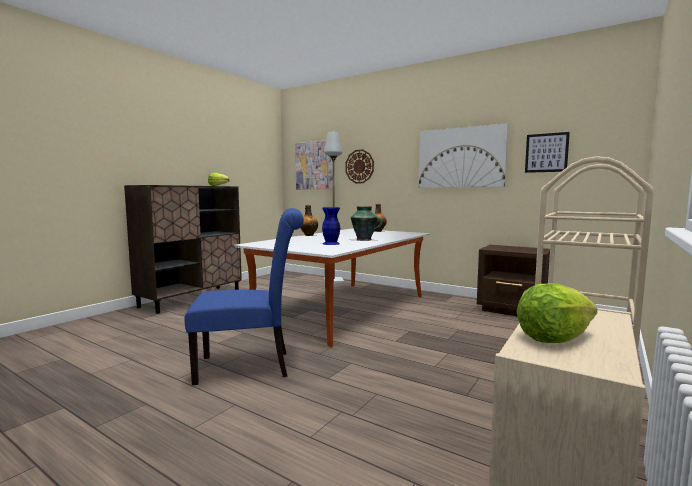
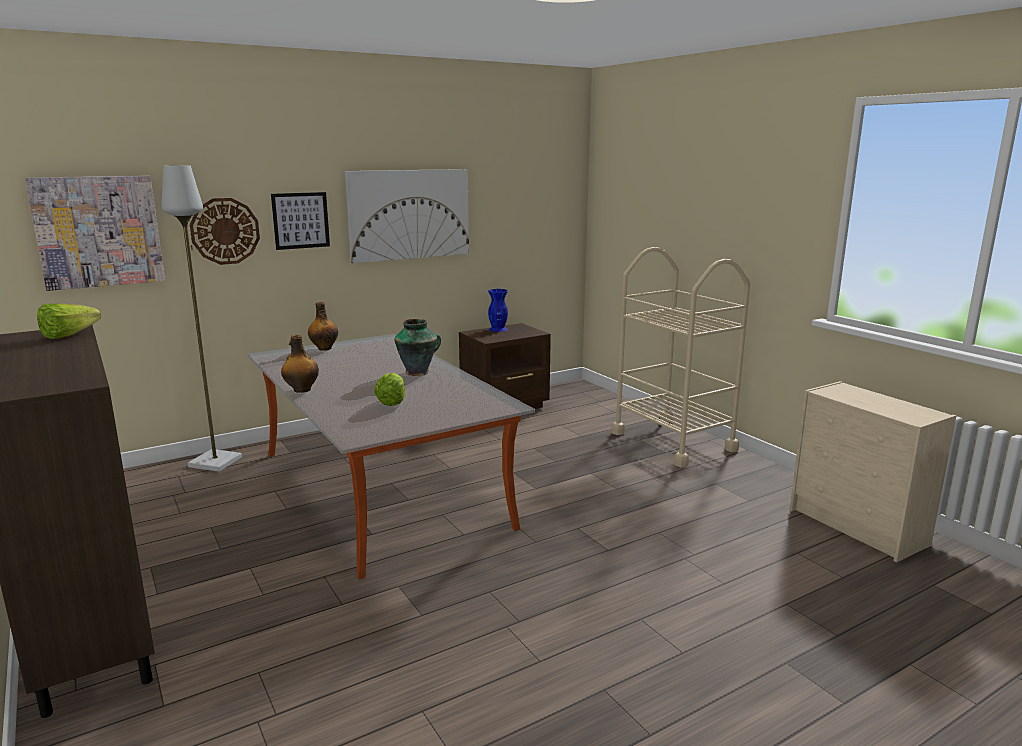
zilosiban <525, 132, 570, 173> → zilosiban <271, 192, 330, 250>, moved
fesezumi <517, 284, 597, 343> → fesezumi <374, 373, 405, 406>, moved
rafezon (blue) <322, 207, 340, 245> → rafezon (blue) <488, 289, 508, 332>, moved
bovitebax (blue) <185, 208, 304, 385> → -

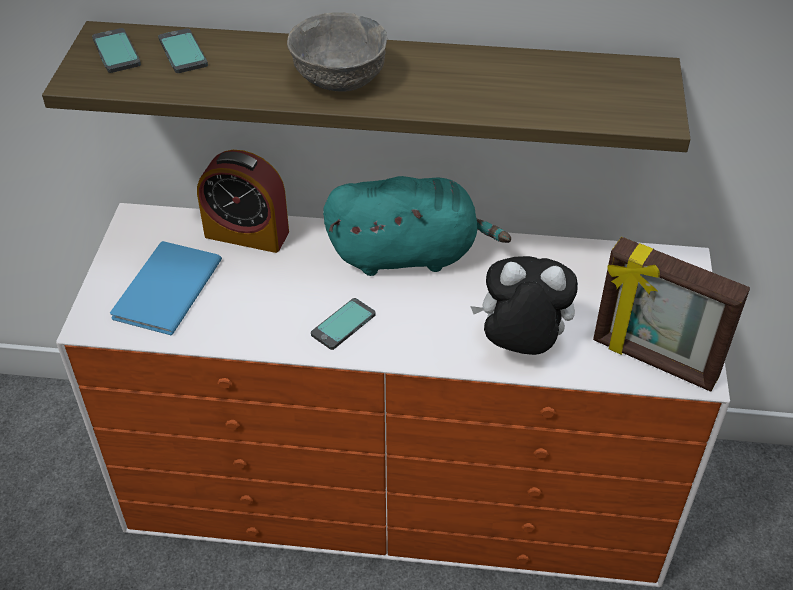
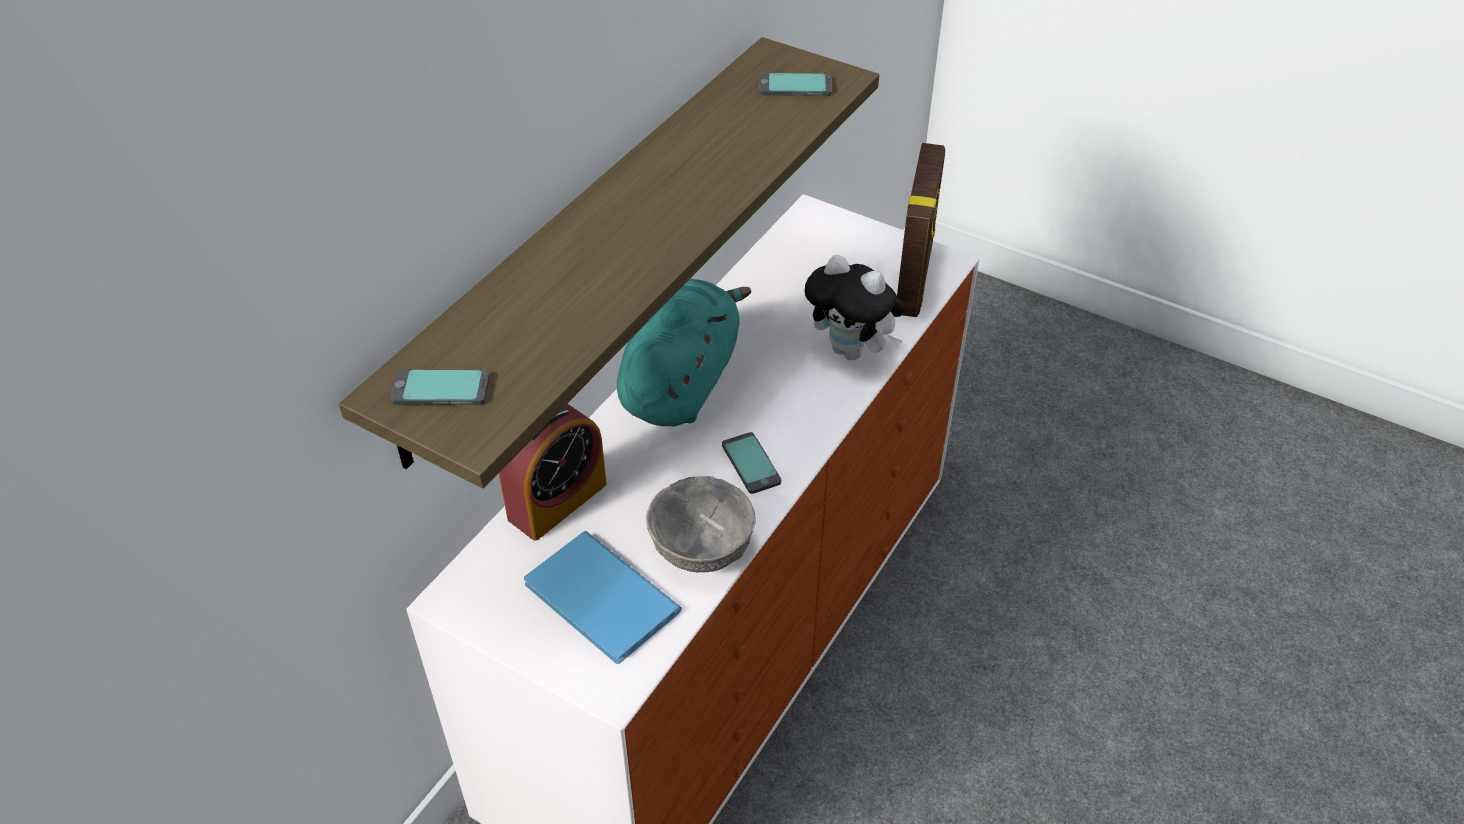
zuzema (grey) <287, 12, 387, 92> → zuzema (grey) <646, 476, 756, 572>, moved
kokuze <158, 28, 208, 73> → kokuze <759, 73, 832, 96>, moved
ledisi <470, 256, 578, 355> → ledisi <805, 254, 905, 360>, 90 degrees counterclockwise
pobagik <593, 237, 750, 392> → pobagik <897, 143, 945, 317>, 45 degrees counterclockwise

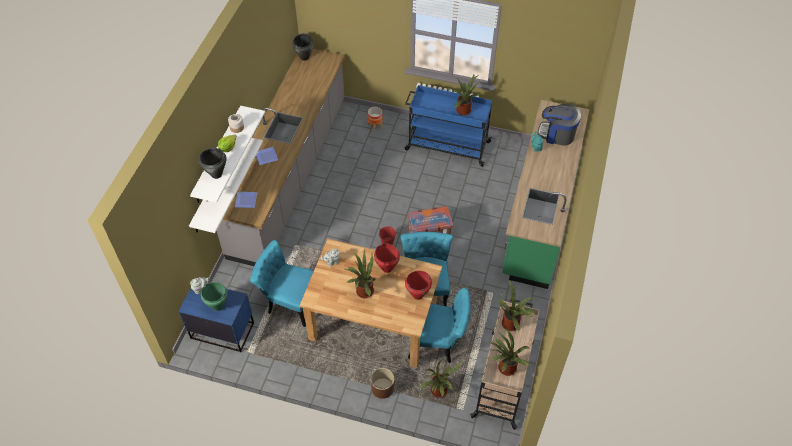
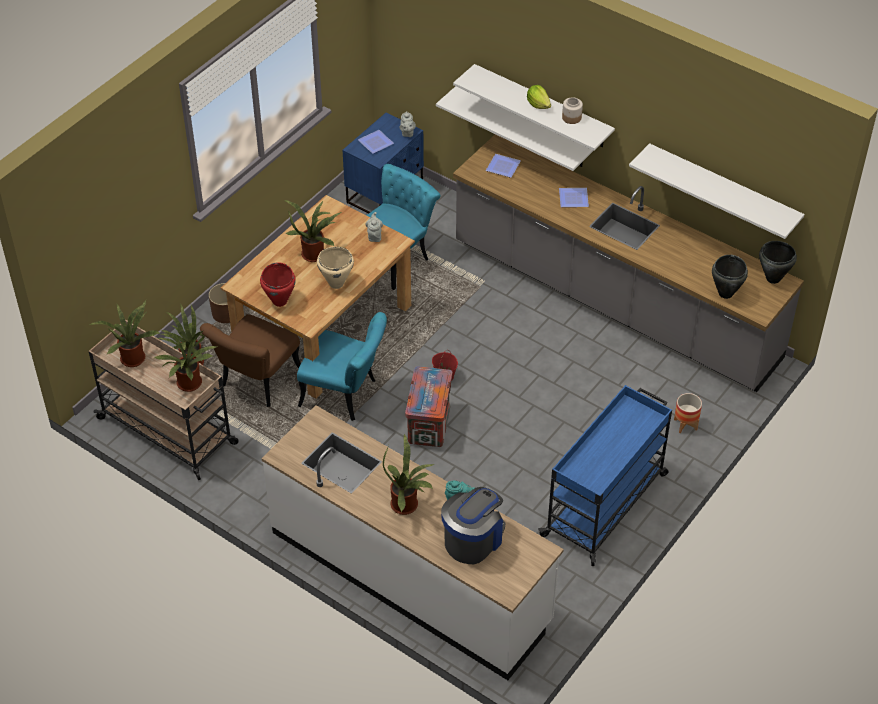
bovitebax (turquoise) <408, 288, 471, 363> → bovitebax (brown) <200, 314, 301, 407>
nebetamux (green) <502, 100, 590, 289> → nebetamux (white) <261, 405, 564, 680>
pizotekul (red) <374, 243, 400, 273> → pizotekul (beige) <317, 247, 354, 289>
pizotekul (green) <201, 282, 228, 311> → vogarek <358, 130, 394, 154>
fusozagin <447, 75, 482, 116> → fusozagin <383, 434, 436, 515>, moved
- → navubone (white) <629, 143, 804, 239>
pizotekul (black) <199, 148, 226, 179> → pizotekul (black) <712, 255, 748, 299>, moved

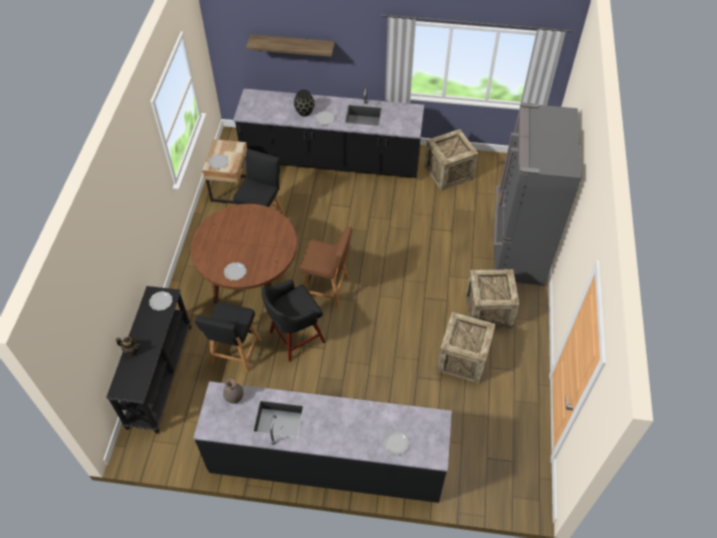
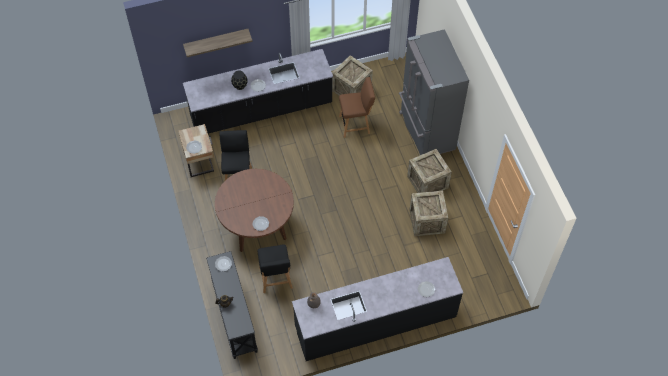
bovitebax (brown) <300, 227, 352, 307> → bovitebax (brown) <339, 77, 375, 138>, moved
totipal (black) <262, 280, 325, 362> → -

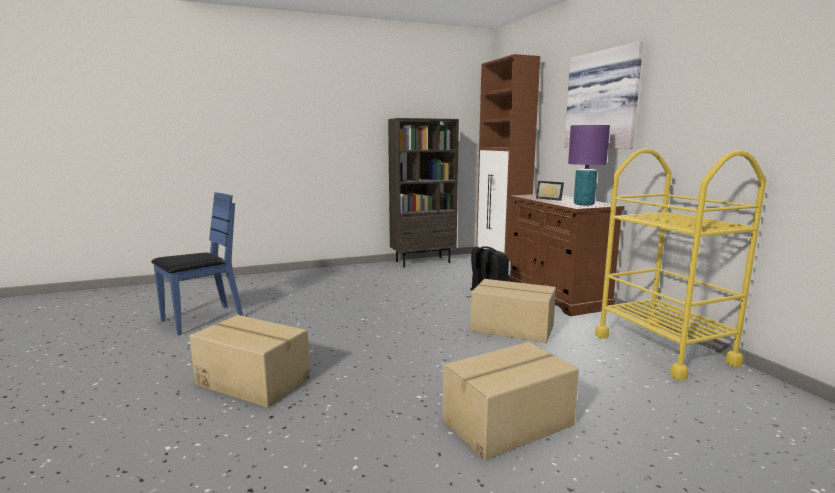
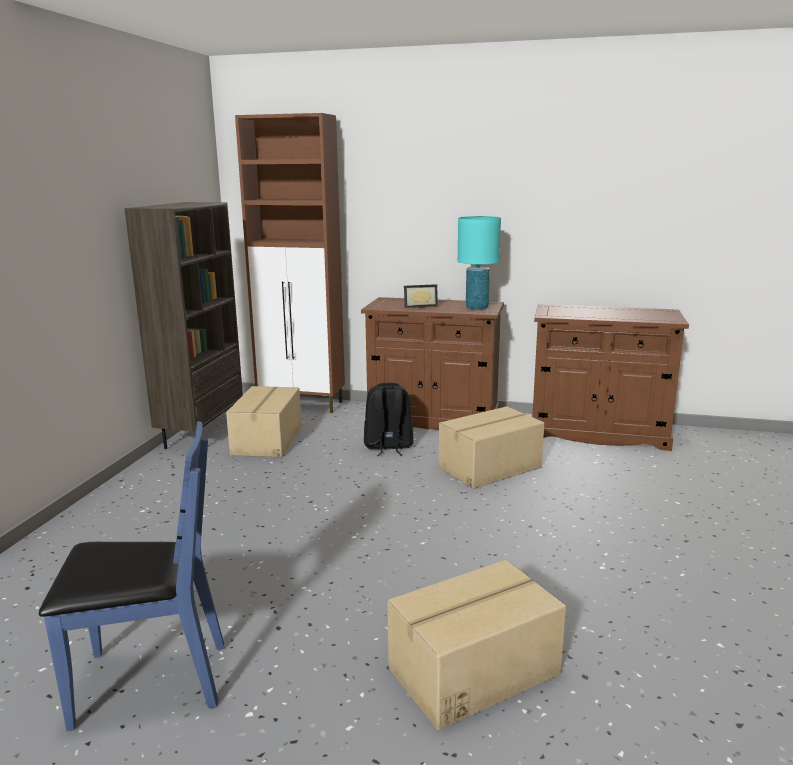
bovitebax (blue) <151, 192, 243, 336> → bovitebax (blue) <39, 421, 224, 731>, 90 degrees clockwise
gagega <442, 342, 579, 460> → gagega <226, 386, 301, 457>, moved
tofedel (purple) <568, 125, 610, 206> → tofedel (turquoise) <458, 216, 501, 310>
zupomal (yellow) <595, 148, 766, 381> → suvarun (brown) <531, 304, 689, 451>
zilosiban <564, 41, 643, 149> → -

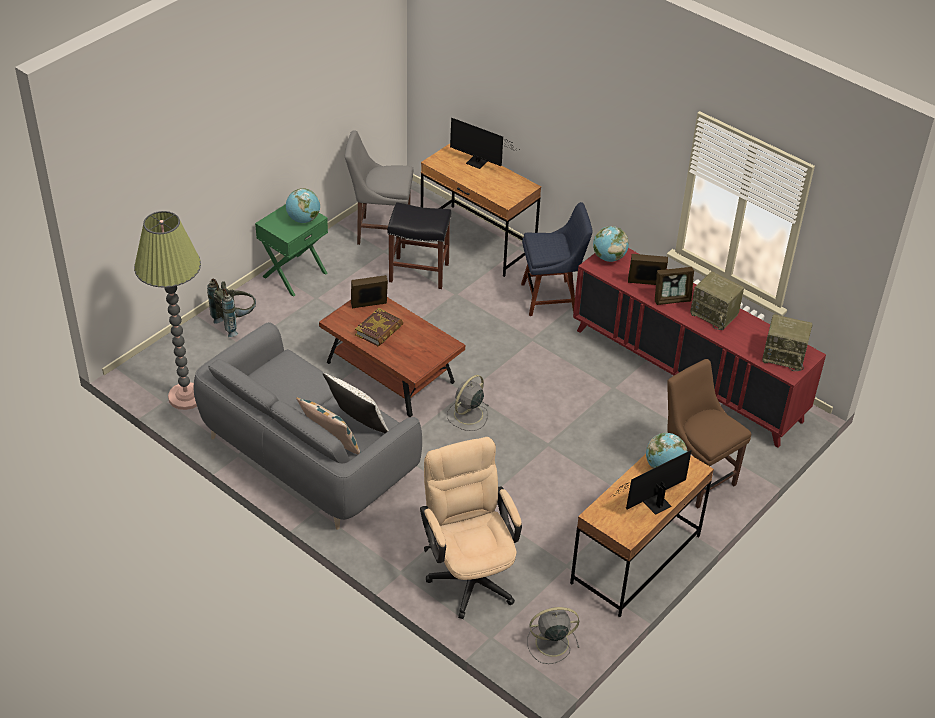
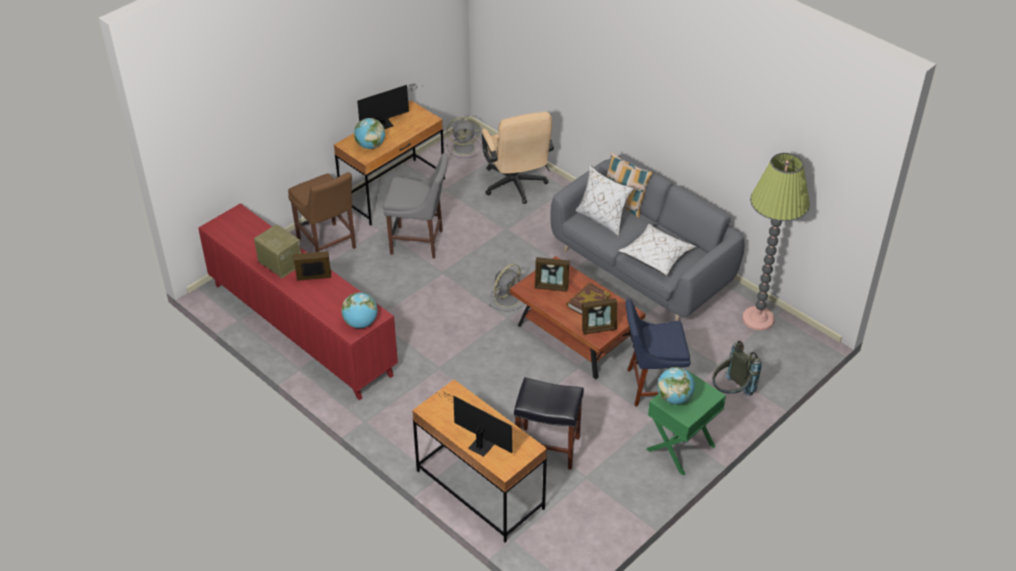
bovitebax (grey) <345, 130, 414, 248> → bovitebax (grey) <383, 153, 449, 259>, moved
pobagik <628, 254, 668, 285> → pobagik <535, 257, 570, 292>, moved
- → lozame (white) <619, 224, 696, 276>
bovitebax (blue) <521, 202, 593, 316> → bovitebax (blue) <626, 299, 691, 407>, moved
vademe <762, 314, 812, 371> → -

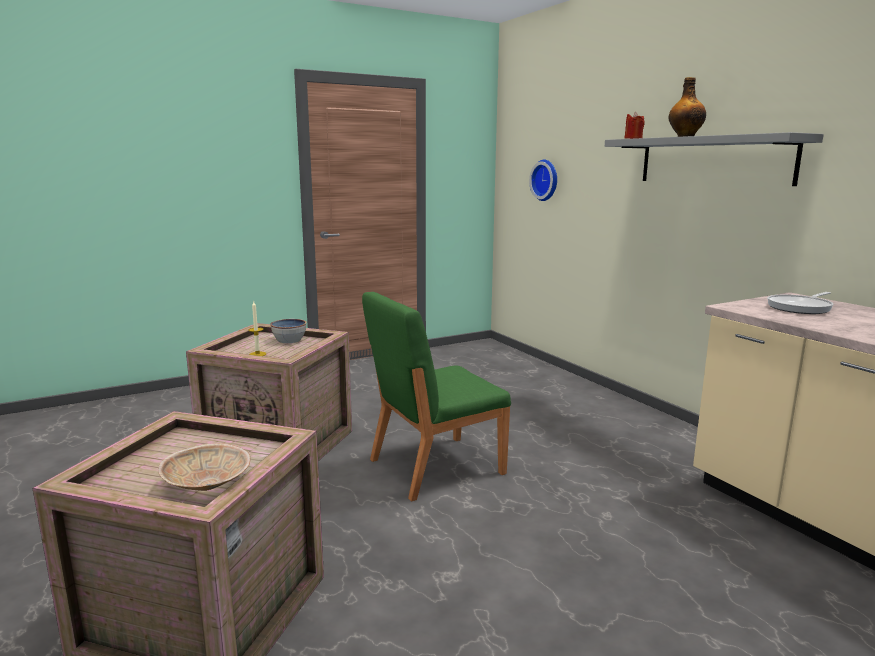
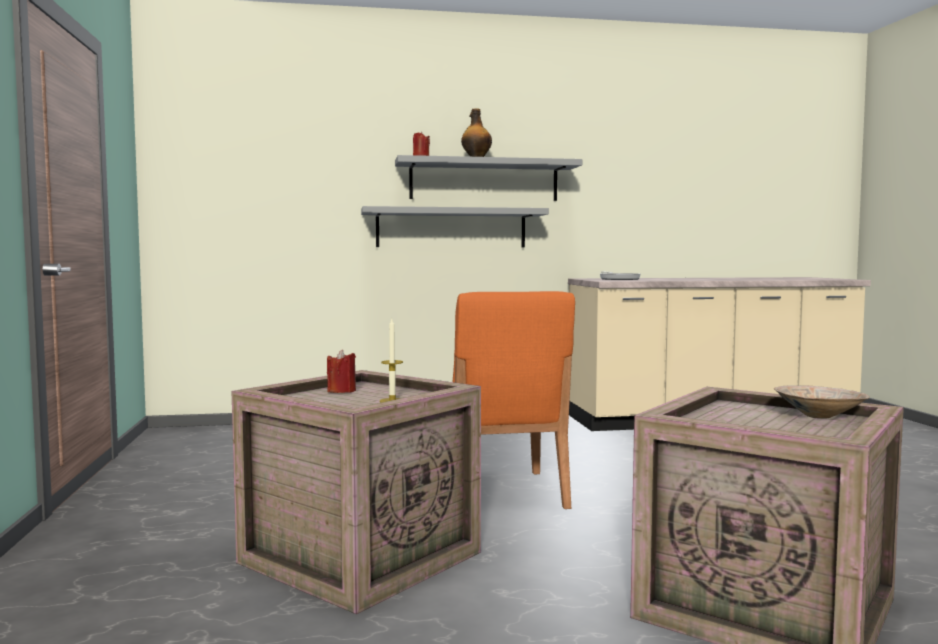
zuzema <270, 319, 306, 343> → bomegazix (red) <327, 349, 356, 393>
- → navubone (grey) <361, 206, 549, 247>
bovitebax (green) <362, 292, 511, 501> → bovitebax (orange) <453, 291, 575, 509>
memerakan <529, 160, 557, 201> → -

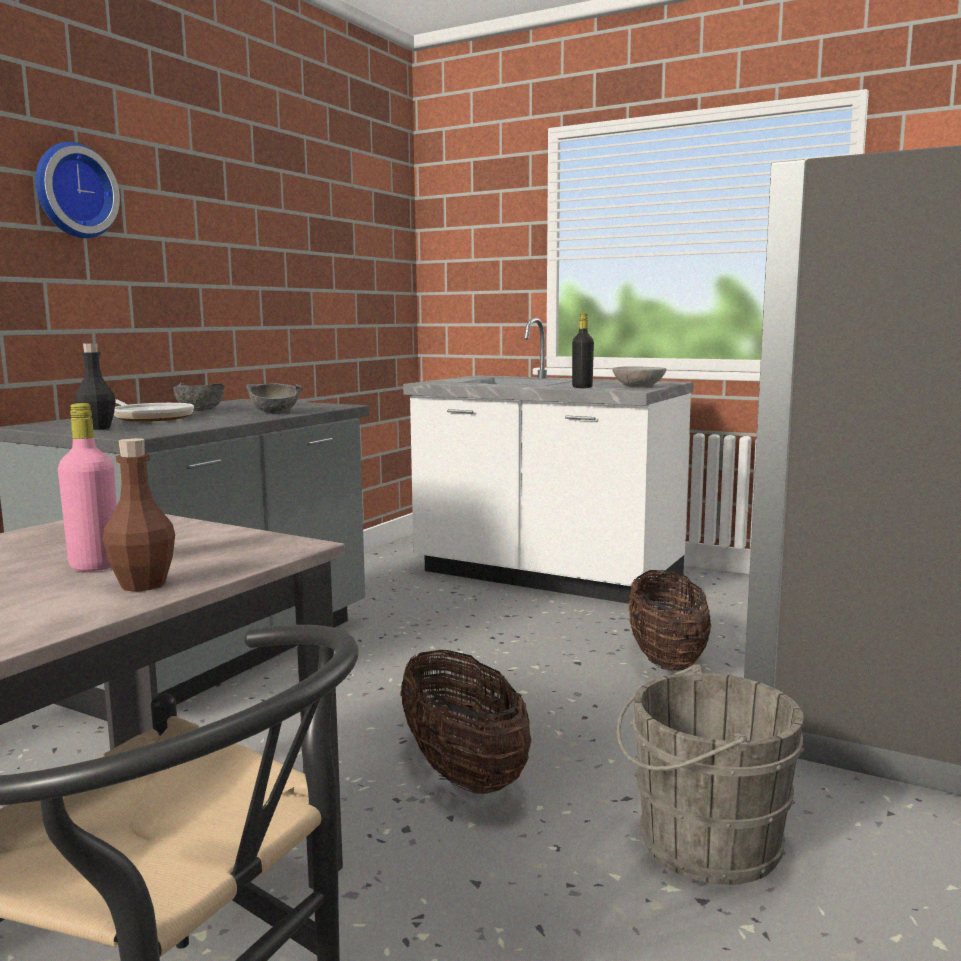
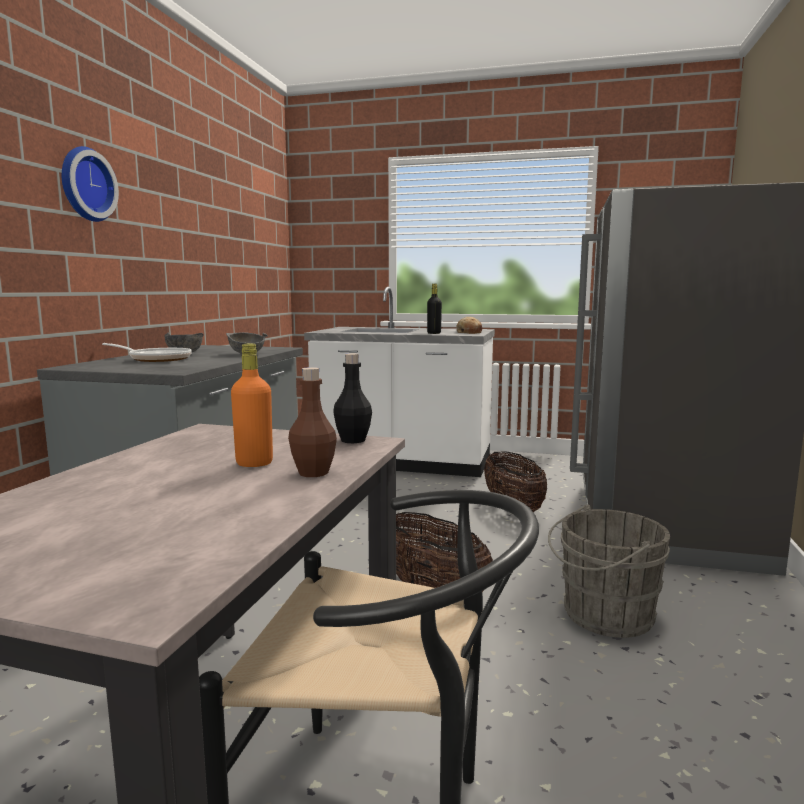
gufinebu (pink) <58, 403, 117, 571> → gufinebu (orange) <231, 343, 273, 467>
gufinebu (black) <74, 343, 116, 430> → gufinebu (black) <333, 353, 372, 443>, moved
zuzema (grey) <612, 366, 667, 387> → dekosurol <456, 317, 482, 334>

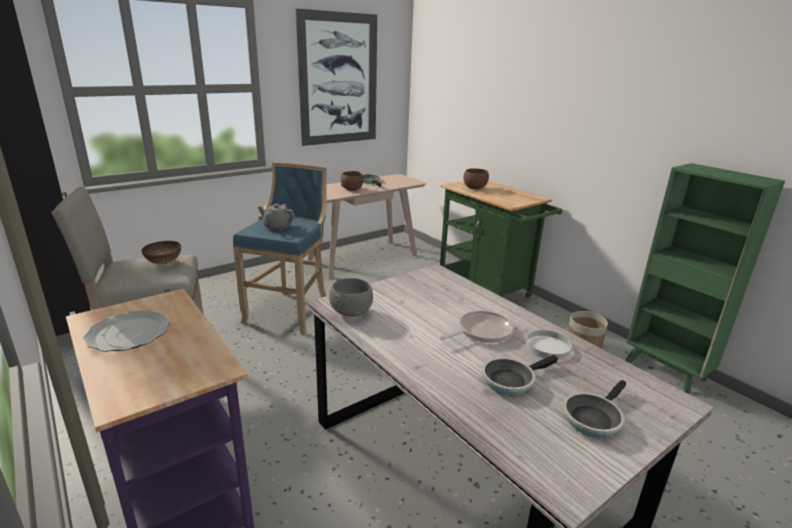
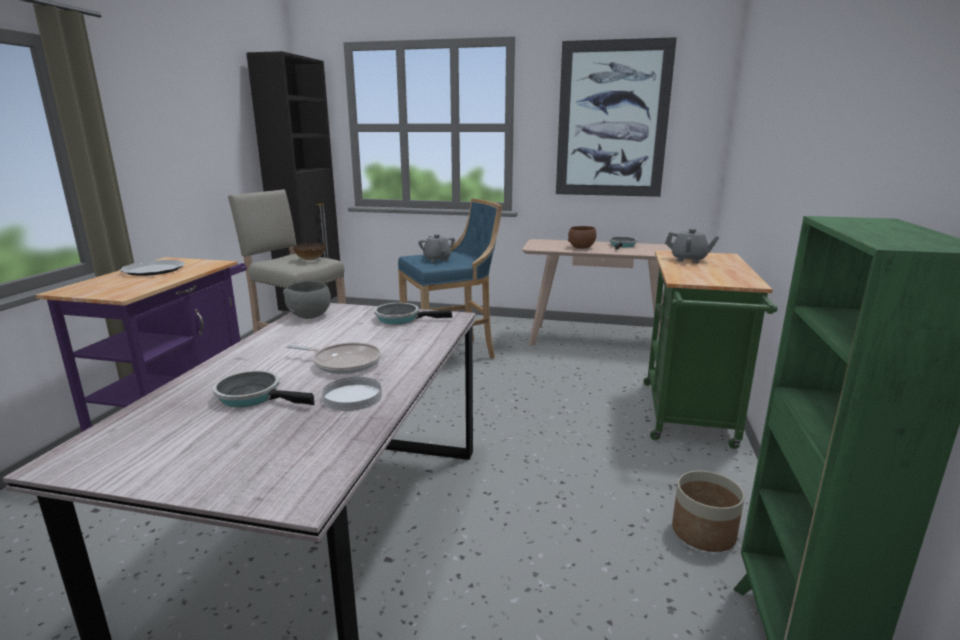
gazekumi <563, 380, 626, 438> → gazekumi <374, 303, 452, 324>, moved
zuzema (brown) <463, 168, 489, 189> → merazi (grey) <665, 228, 719, 263>

